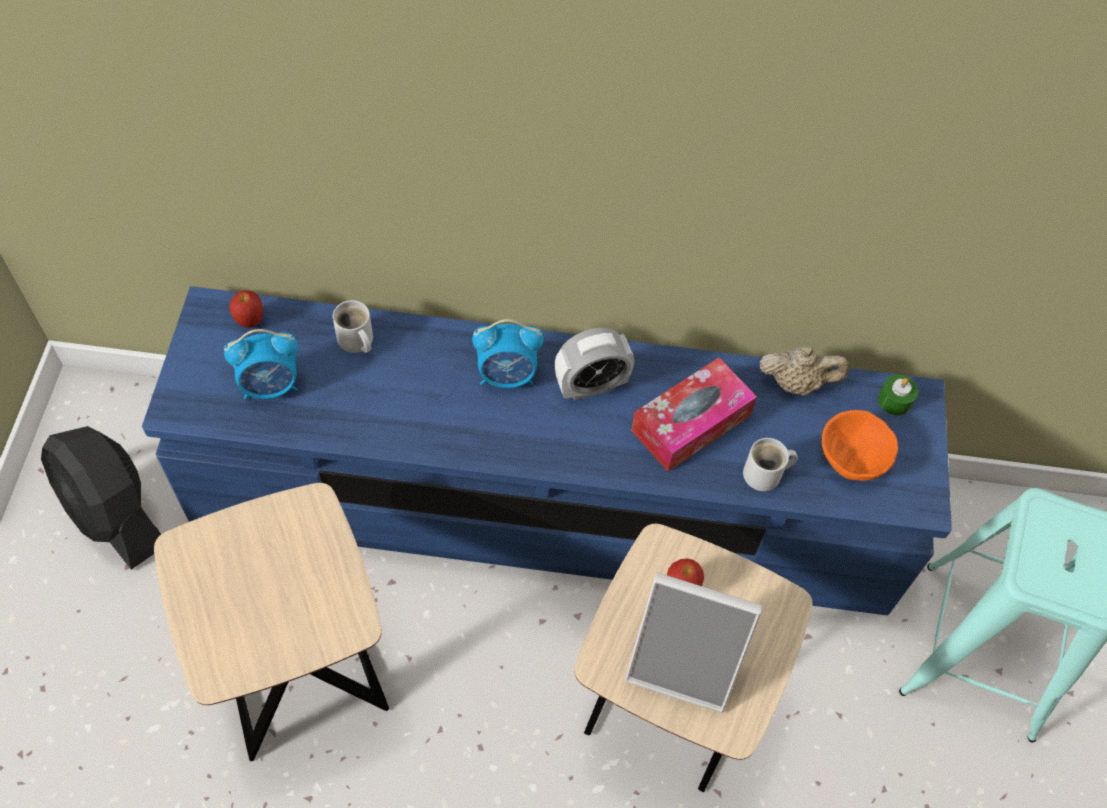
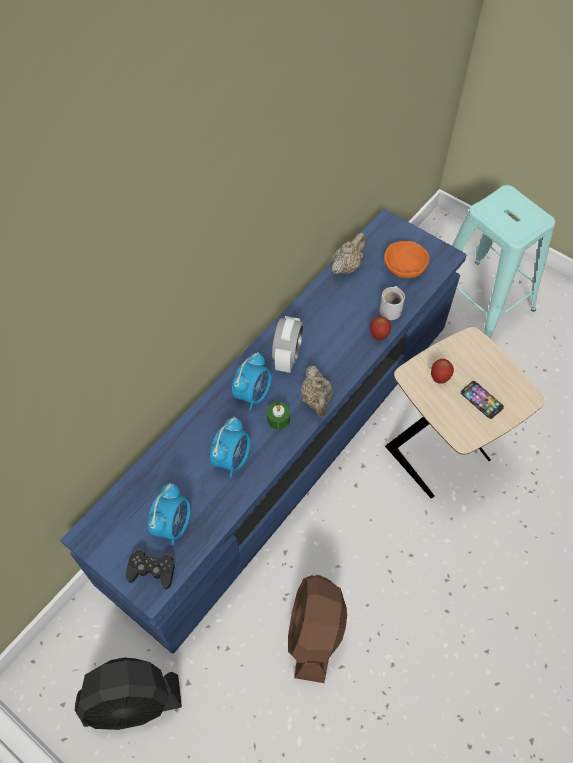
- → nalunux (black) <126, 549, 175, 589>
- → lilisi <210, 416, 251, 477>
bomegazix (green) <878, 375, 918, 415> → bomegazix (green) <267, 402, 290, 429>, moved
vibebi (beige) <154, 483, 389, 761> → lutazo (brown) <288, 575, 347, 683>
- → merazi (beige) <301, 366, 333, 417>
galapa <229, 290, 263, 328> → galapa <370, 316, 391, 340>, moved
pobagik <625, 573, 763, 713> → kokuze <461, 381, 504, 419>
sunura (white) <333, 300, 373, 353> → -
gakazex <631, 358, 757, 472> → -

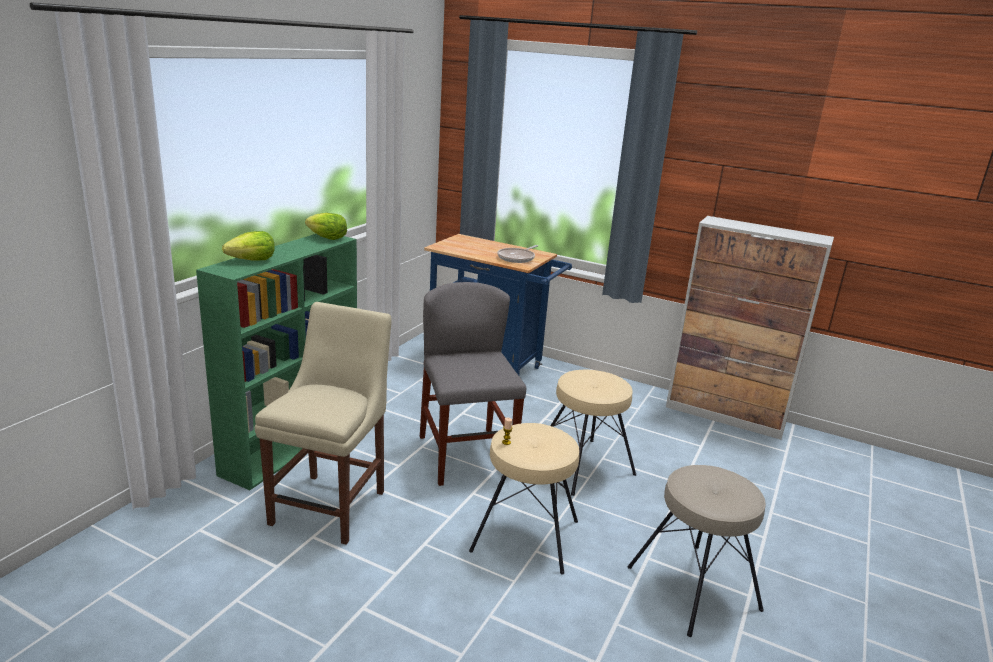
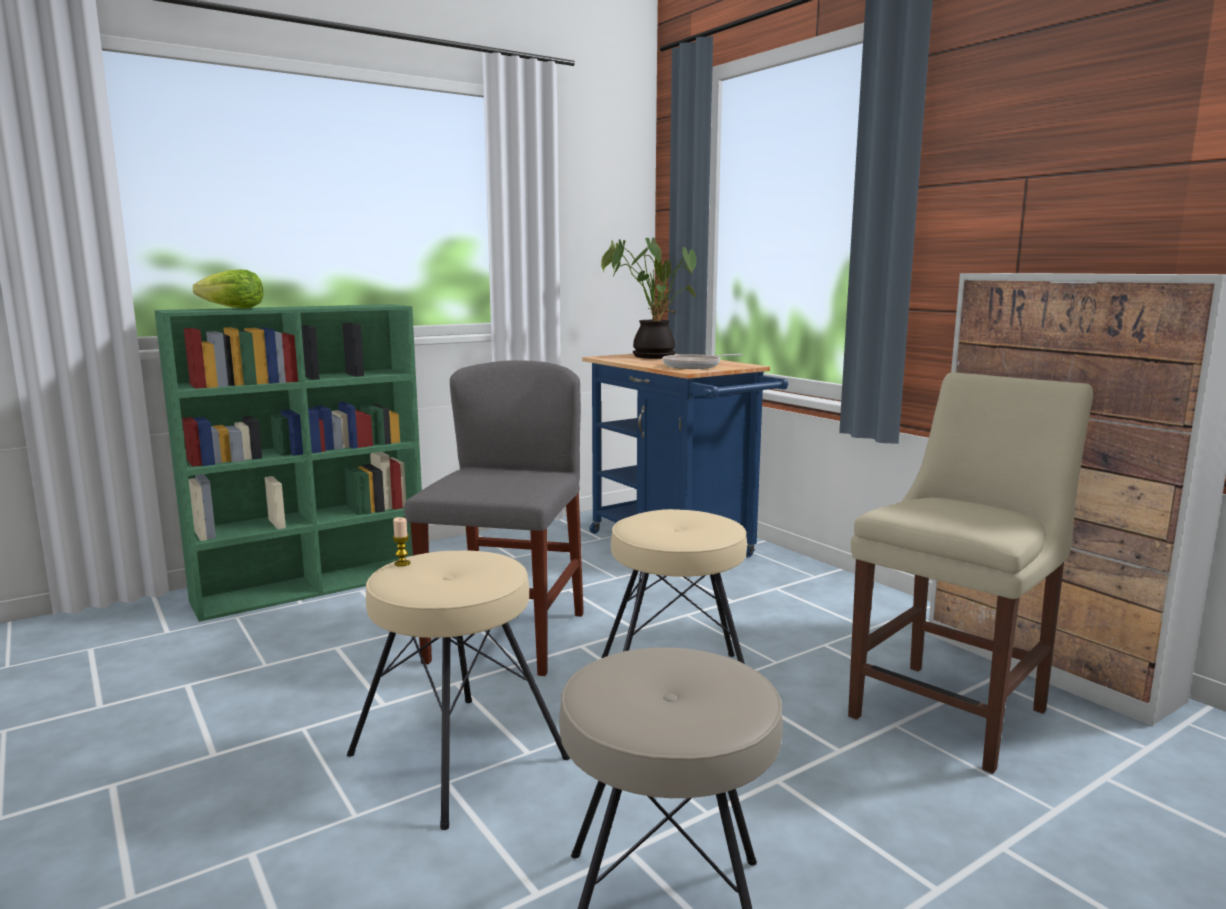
- → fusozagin <601, 237, 697, 359>
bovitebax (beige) <255, 302, 392, 545> → bovitebax (beige) <848, 372, 1093, 774>, moved
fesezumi <305, 213, 347, 240> → -

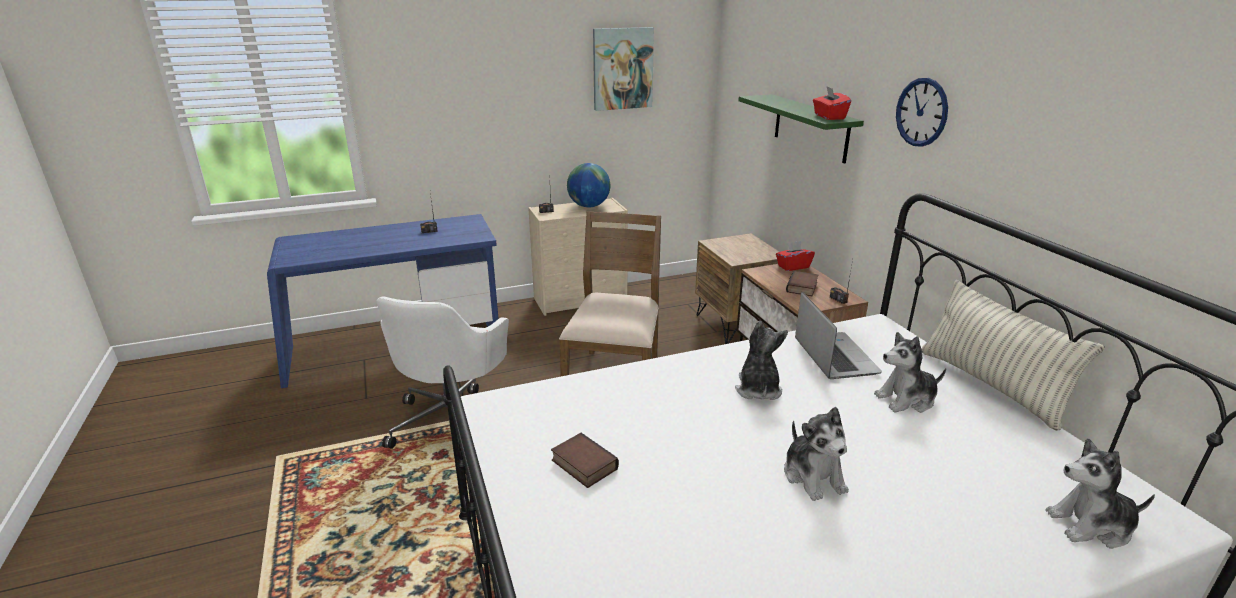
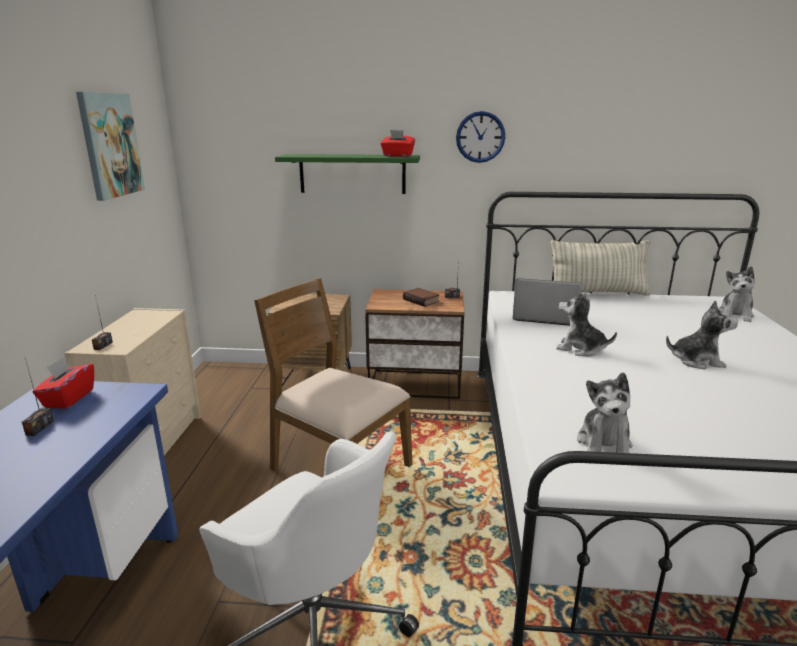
gakazex (red) <776, 241, 815, 271> → gakazex (red) <32, 358, 94, 409>, moved
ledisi <874, 332, 946, 413> → ledisi <577, 372, 633, 453>, moved
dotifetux <551, 433, 619, 488> → -
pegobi <567, 163, 610, 207> → -

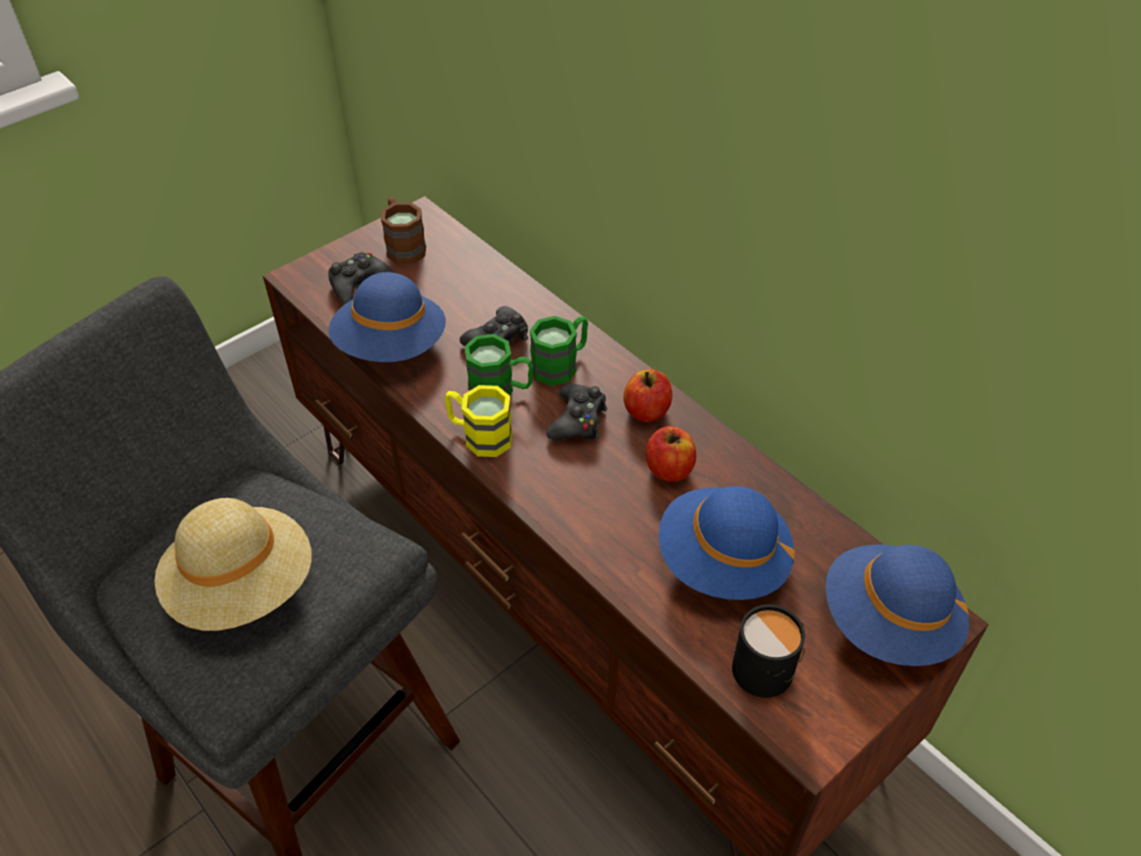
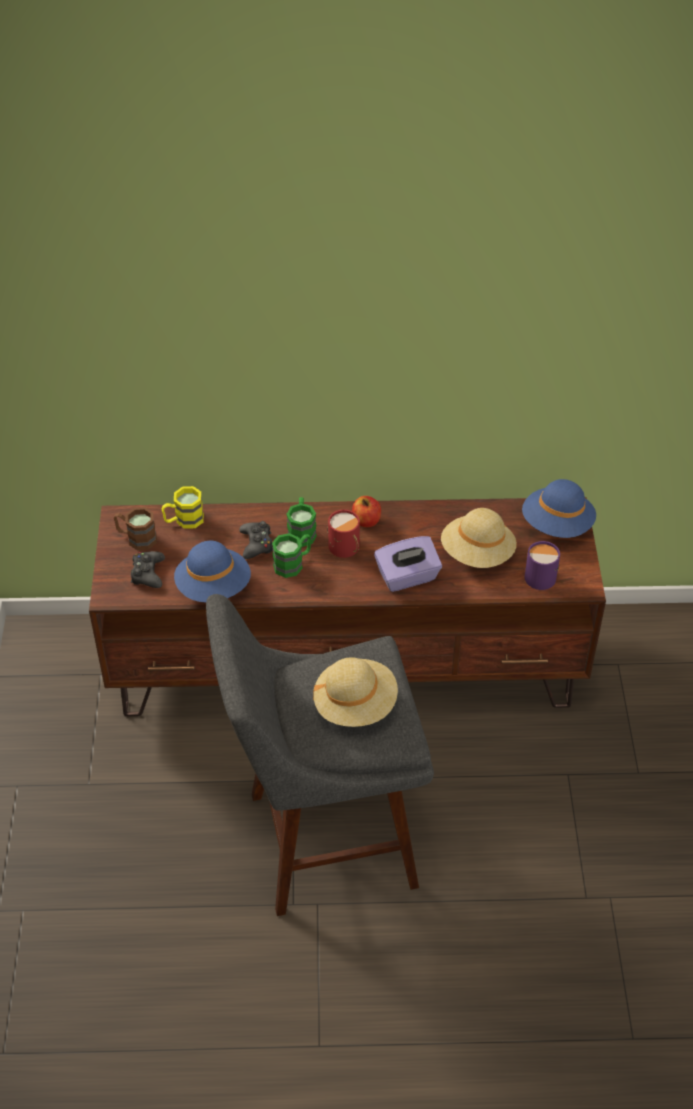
sunura (yellow) <444, 385, 513, 457> → sunura (yellow) <162, 486, 204, 529>, moved
nalunux (black) <546, 384, 607, 440> → sunura (red) <327, 510, 360, 558>
- → gakazex (purple) <374, 536, 442, 592>
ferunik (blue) <659, 486, 795, 600> → ferunik (beige) <441, 508, 517, 568>
sunura (black) <732, 604, 805, 698> → sunura (purple) <524, 541, 560, 590>
galapa <646, 426, 696, 482> → -

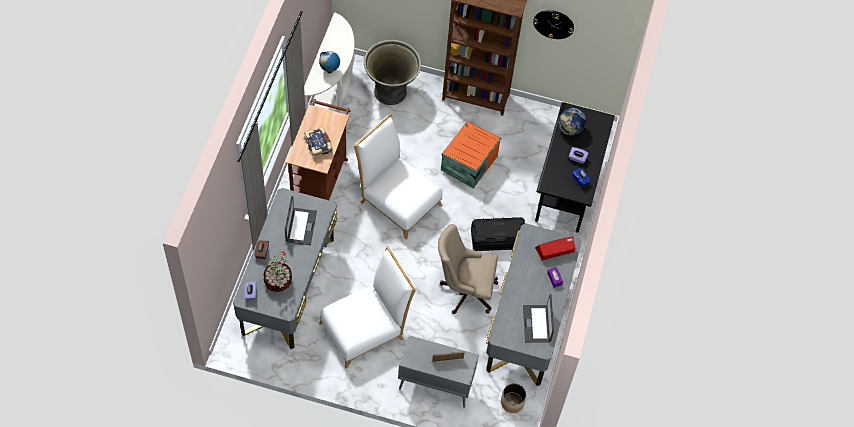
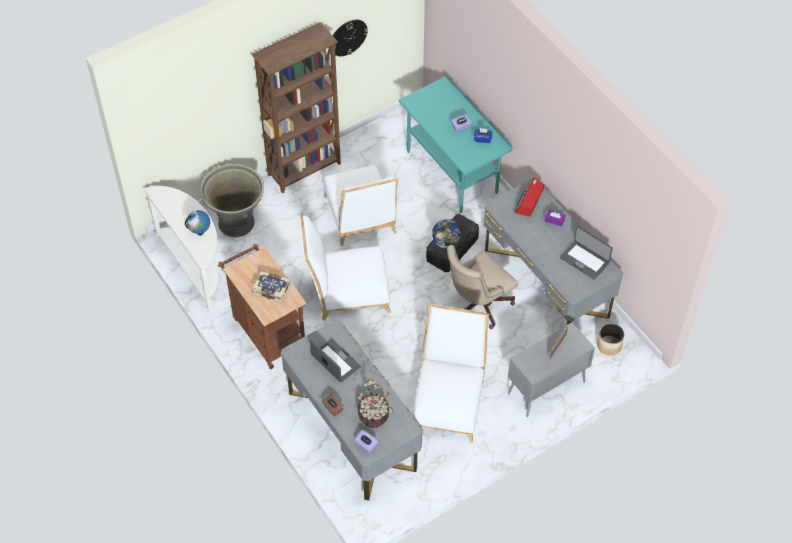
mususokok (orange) <441, 121, 501, 189> → bovitebax (white) <324, 165, 398, 246>
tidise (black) <535, 102, 615, 233> → tidise (turquoise) <398, 74, 512, 213>
pegobi <558, 108, 586, 135> → pegobi <432, 219, 461, 248>, moved

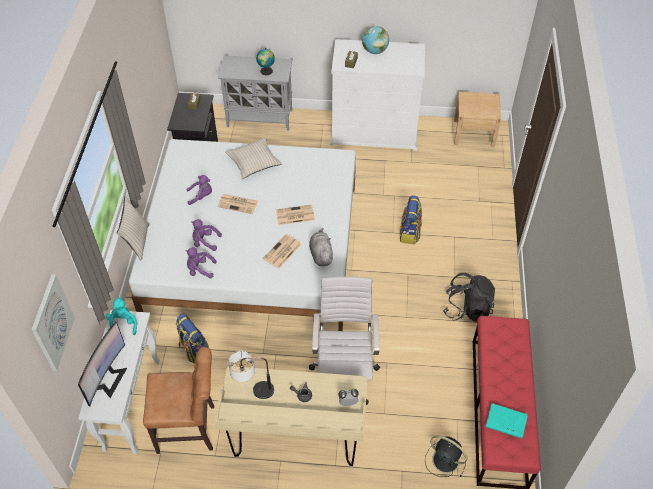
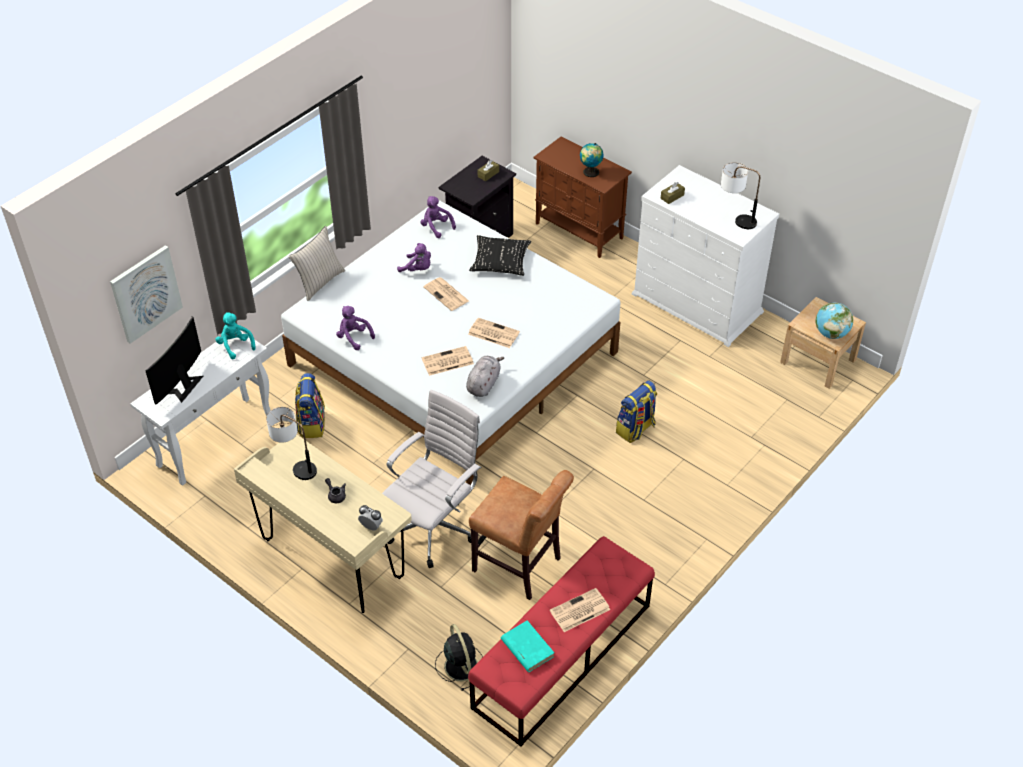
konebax <78, 322, 127, 406> → konebax <145, 317, 203, 405>, 150 degrees clockwise
ledisi (turquoise) <106, 297, 137, 335> → ledisi (turquoise) <216, 313, 256, 359>, 60 degrees counterclockwise
ledisi (purple) <192, 219, 222, 251> → ledisi (purple) <420, 196, 456, 238>, moved
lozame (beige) <225, 138, 282, 179> → lozame (black) <469, 235, 531, 276>
bovitebax (brown) <143, 347, 214, 454> → bovitebax (brown) <469, 470, 574, 600>, moved
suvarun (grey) <218, 55, 292, 131> → suvarun (brown) <533, 137, 632, 258>
- → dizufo <550, 588, 610, 632>
- → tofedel <721, 162, 760, 229>
pegobi <362, 26, 389, 54> → pegobi <815, 302, 853, 339>, moved
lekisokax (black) <443, 273, 495, 322> → -

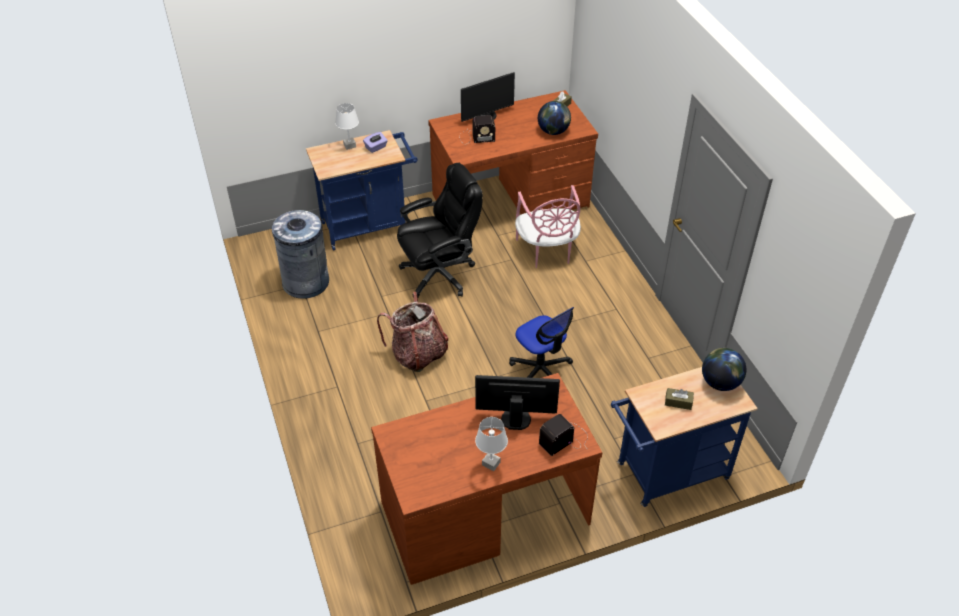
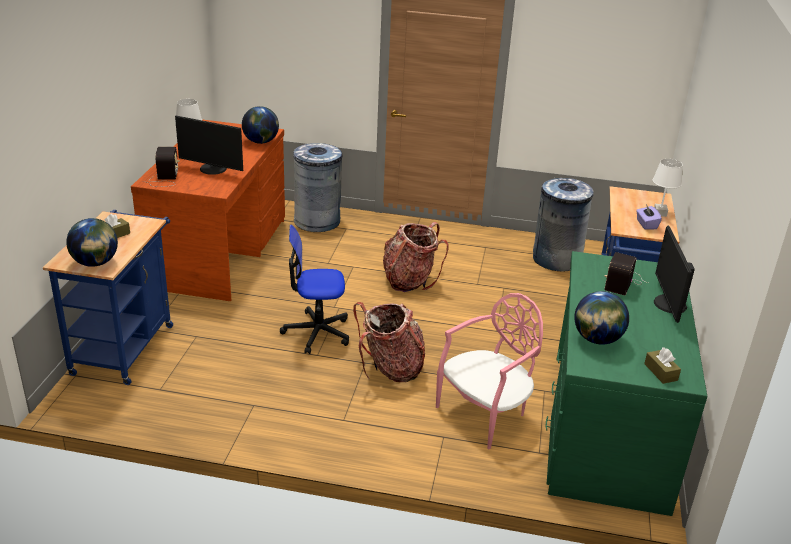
konebax <475, 375, 560, 430> → konebax <175, 116, 243, 175>, 75 degrees clockwise
- → pegobi <242, 106, 279, 144>
- → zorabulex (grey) <293, 143, 342, 232>
- → lekisokax <353, 302, 425, 382>
bovitebax (pink) <515, 185, 581, 268> → bovitebax (pink) <436, 293, 543, 449>, 120 degrees clockwise
tidise (brown) <428, 90, 598, 214> → tidise (green) <546, 251, 708, 516>
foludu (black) <397, 163, 483, 298> → -

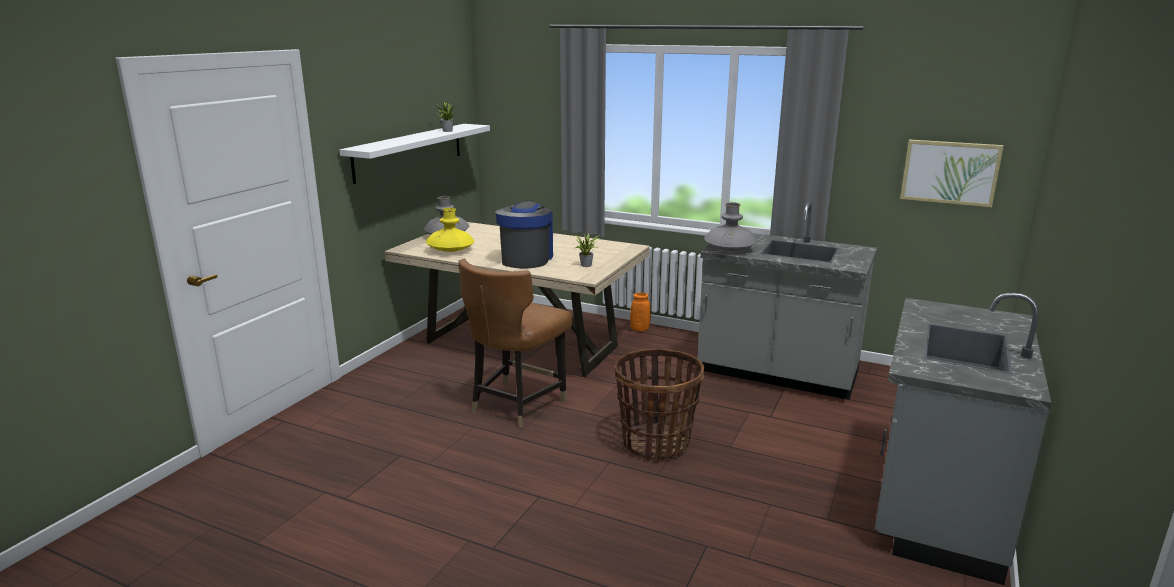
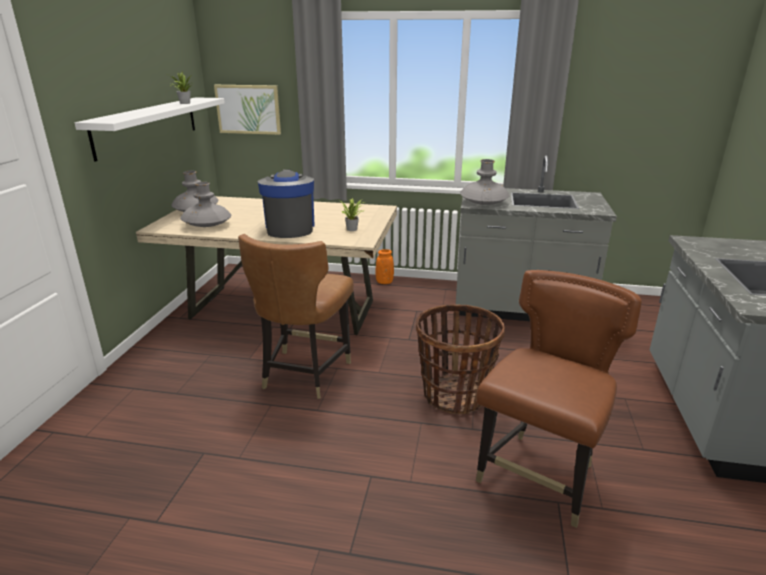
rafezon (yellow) <426, 208, 475, 252> → rafezon (grey) <180, 182, 231, 227>
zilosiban <900, 139, 1004, 207> → zilosiban <214, 85, 281, 135>, moved
- → bovitebax (brown) <476, 270, 642, 528>

